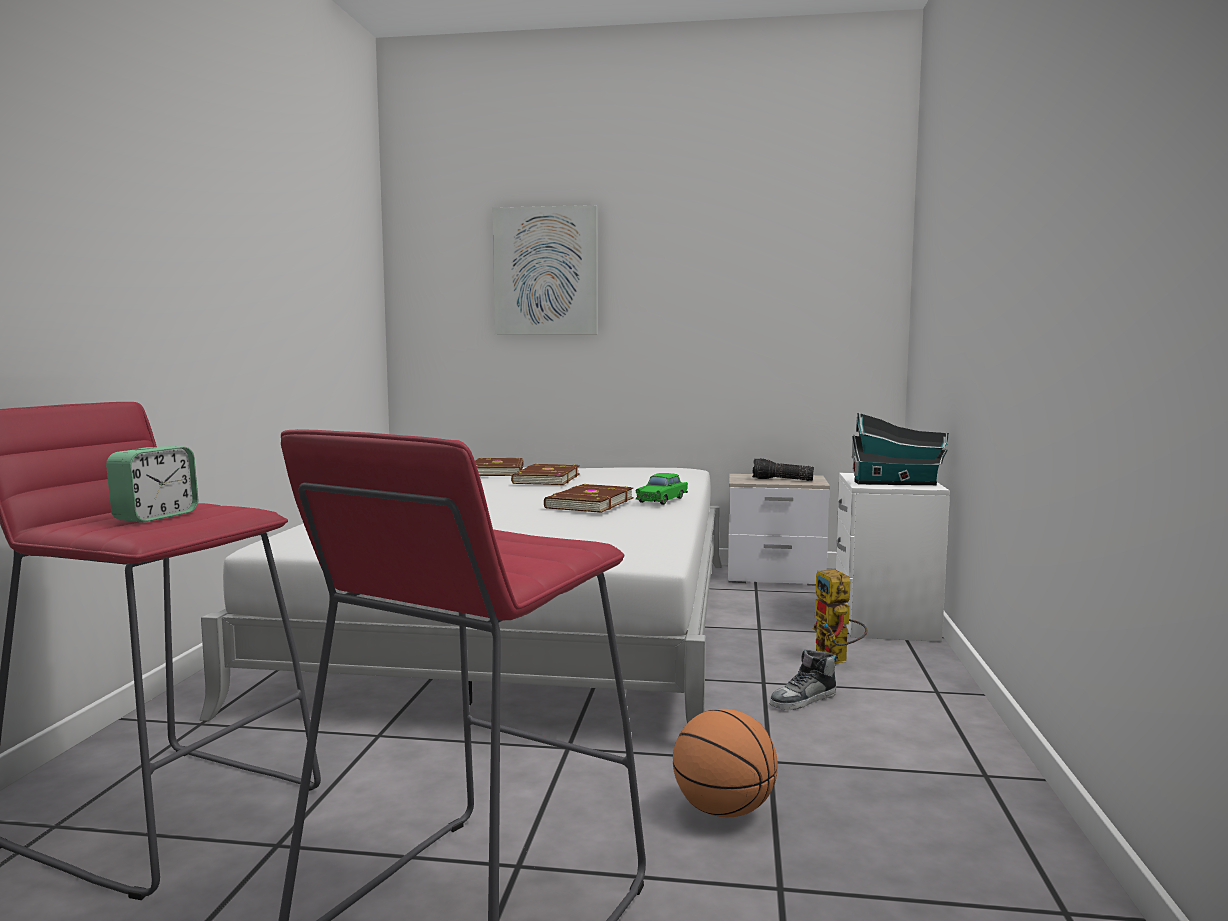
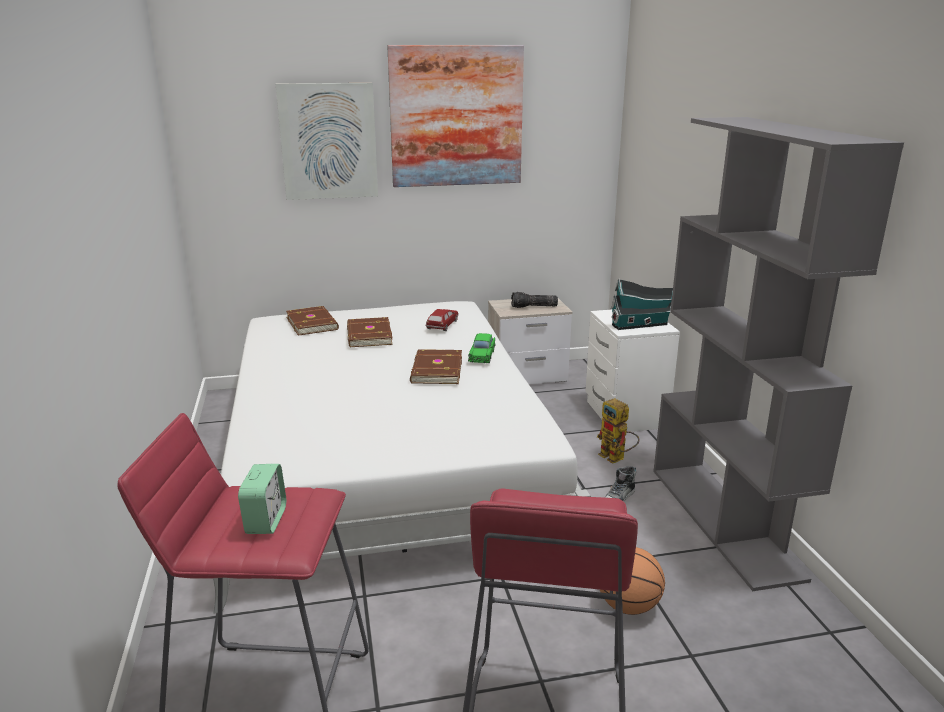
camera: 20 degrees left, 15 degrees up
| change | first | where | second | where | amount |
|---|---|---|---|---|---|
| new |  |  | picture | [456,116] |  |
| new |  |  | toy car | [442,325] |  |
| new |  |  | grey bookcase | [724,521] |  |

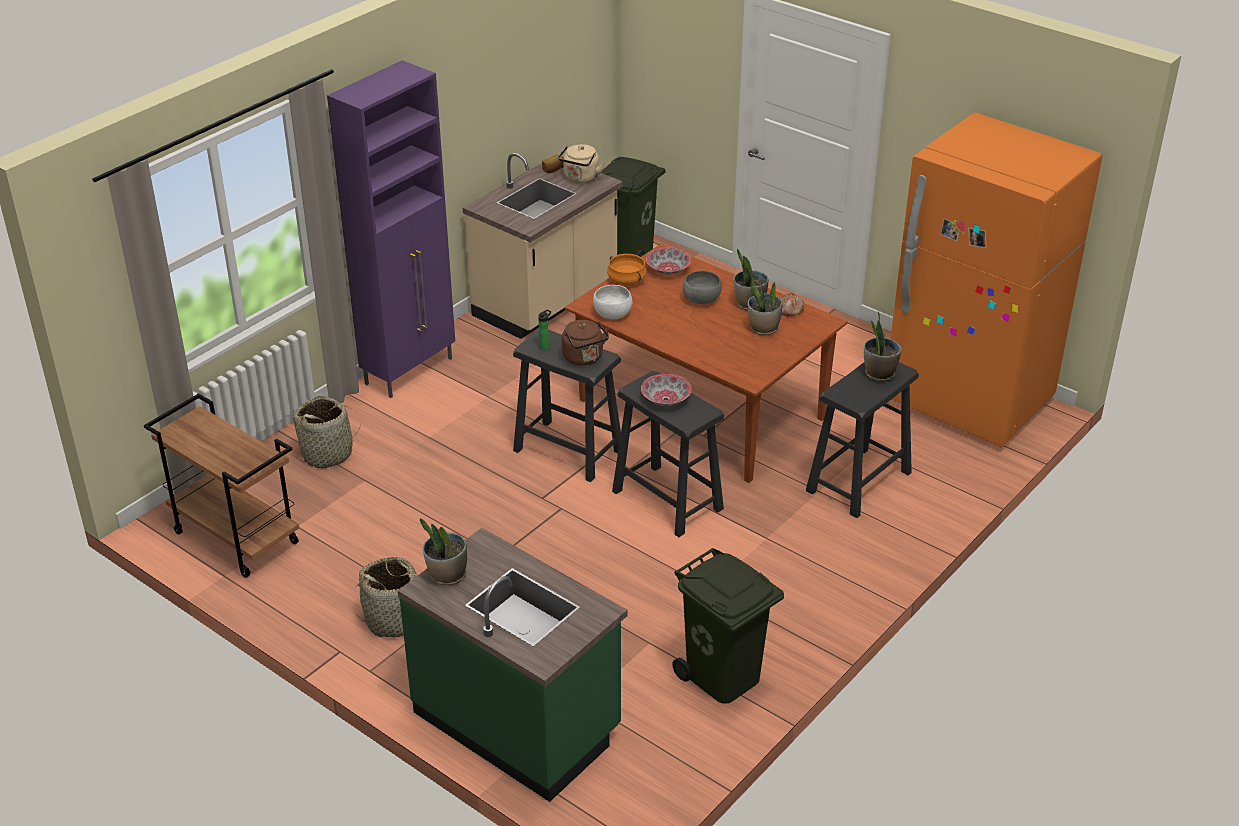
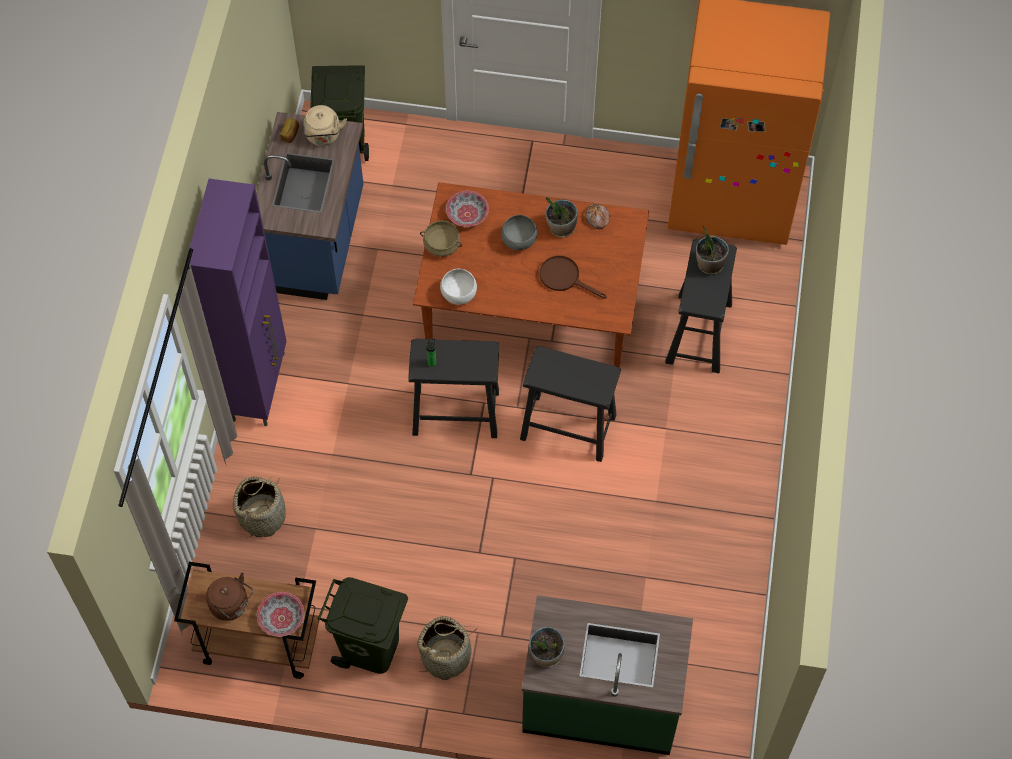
camera: 30 degrees left, 25 degrees up
| change | first | where | second | where | amount |
|---|---|---|---|---|---|
| shifted | brown kettle | [584,358] |  | [232,605] |  |
| repainted | beige counter | [546,301] | blue counter | [316,241] |  |
| shifted | bowl | [665,399] |  | [281,618] |  |
| shifted | green trash can | [722,677] |  | [370,649] |  |
| repainted | orange cooking pot | [626,280] | beige cooking pot | [441,245] |  |
| new |  |  | brown frying pan | [565,277] |  |
| gone | potted plant | [763,329] |  |  |  |

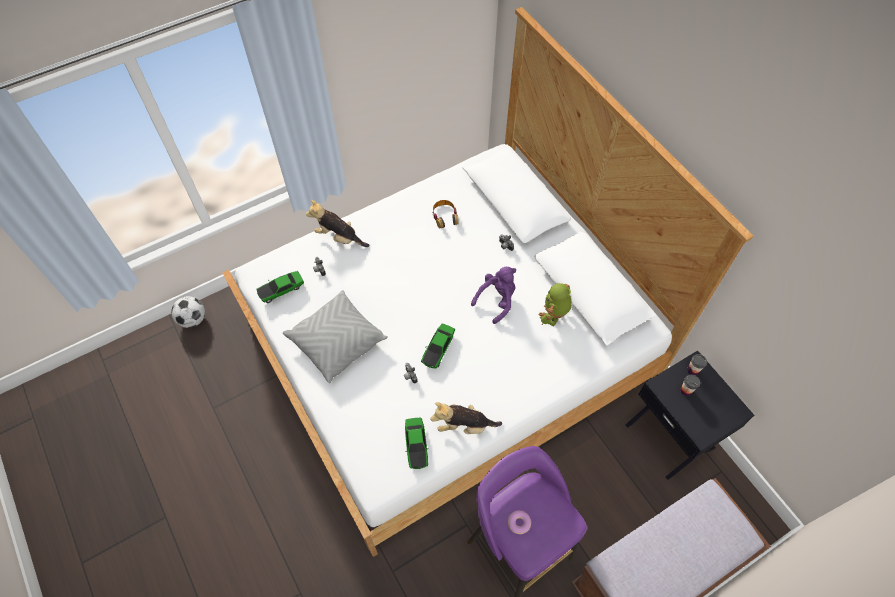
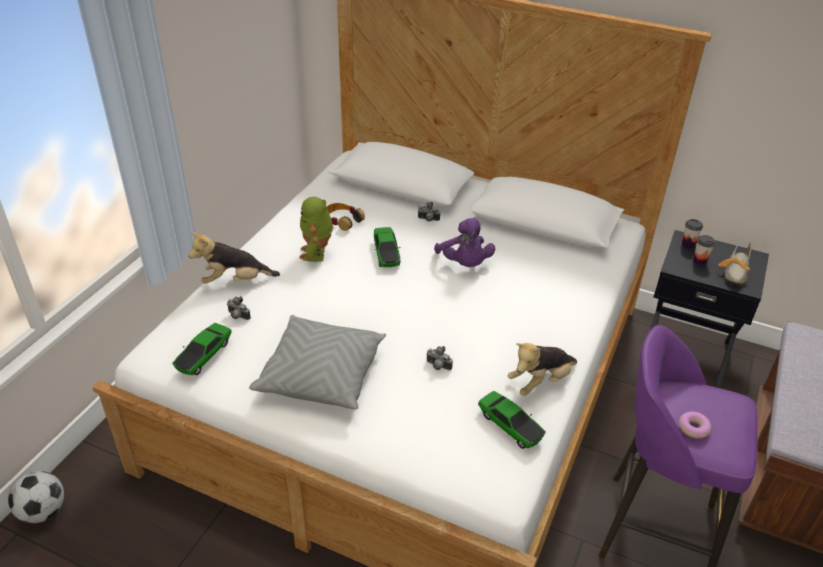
camera: 35 degrees left, 20 degrees down
| change | first | where | second | where | amount |
|---|---|---|---|---|---|
| shifted | toy robot | [553,316] |  | [317,253] |  |
| shifted | toy car | [438,349] |  | [386,253] |  |
| rotated | purple plush toy | [497,300] |  | [464,264] | 150 degrees clockwise |
| new |  |  | shoe | [735,273] |  |

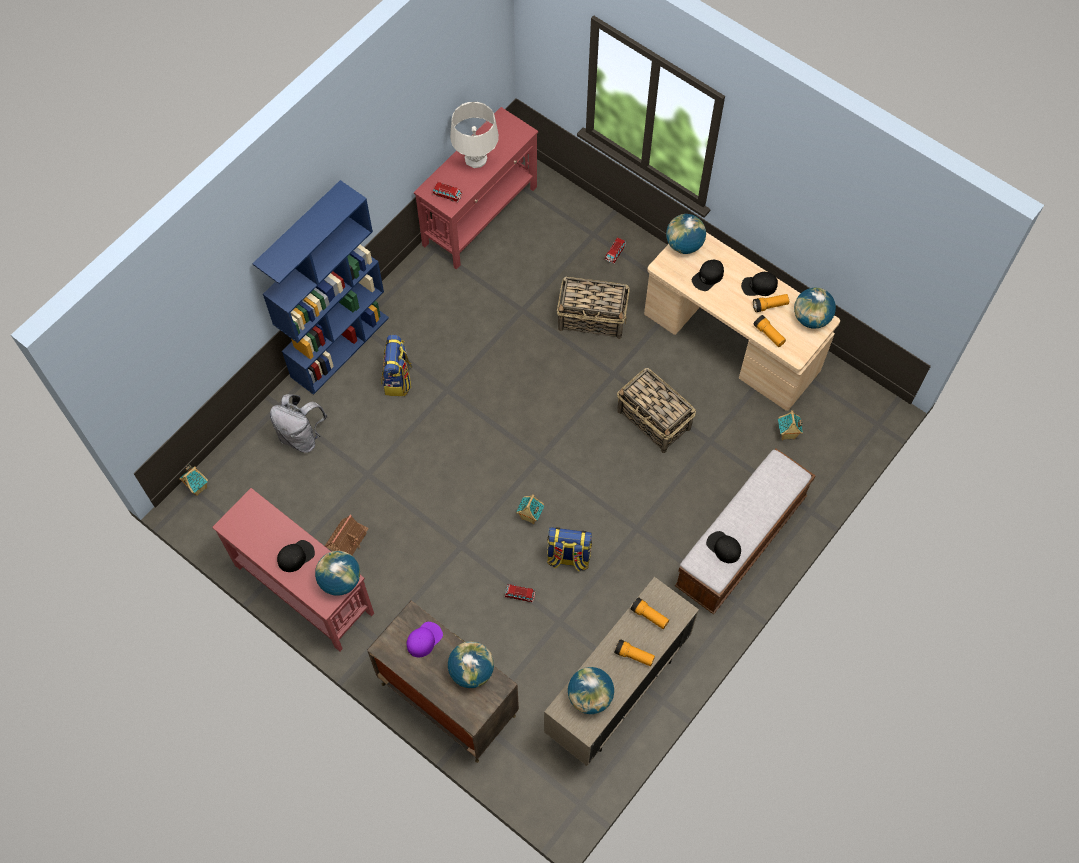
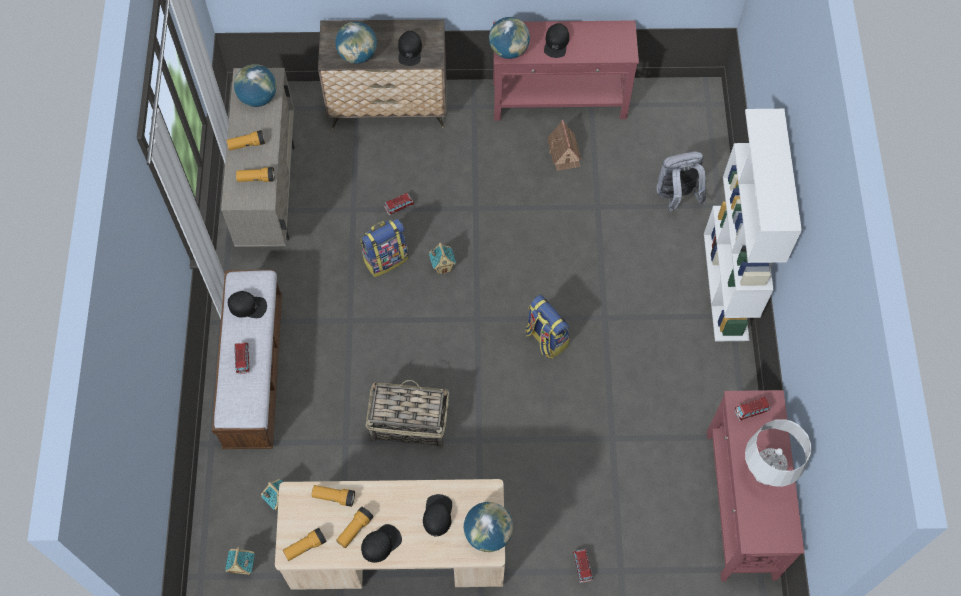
camera: 140 degrees right, 0 degrees up
| change | first | where | second | where | amount |
|---|---|---|---|---|---|
| shifted | toy house | [198,487] |  | [243,568] |  |
| new |  |  | toy car | [242,360] |  |
| swapped | globe | [811,318] | flashlight | [305,547] |  |
| repainted | purple cap | [424,639] | black cap | [410,51] |  |
| shifted | backpack | [398,379] |  | [545,338] |  |
| repainted | blue bookcase | [340,346] | white bookcase | [726,286] |  |
| gone | basket | [592,318] |  |  |  |

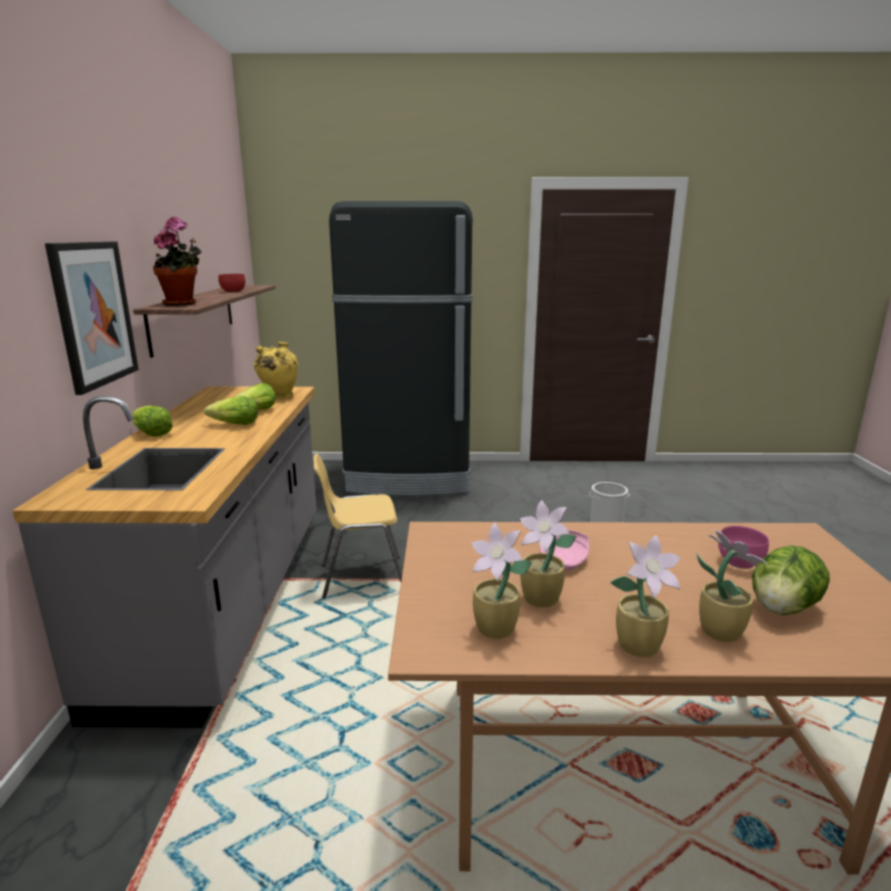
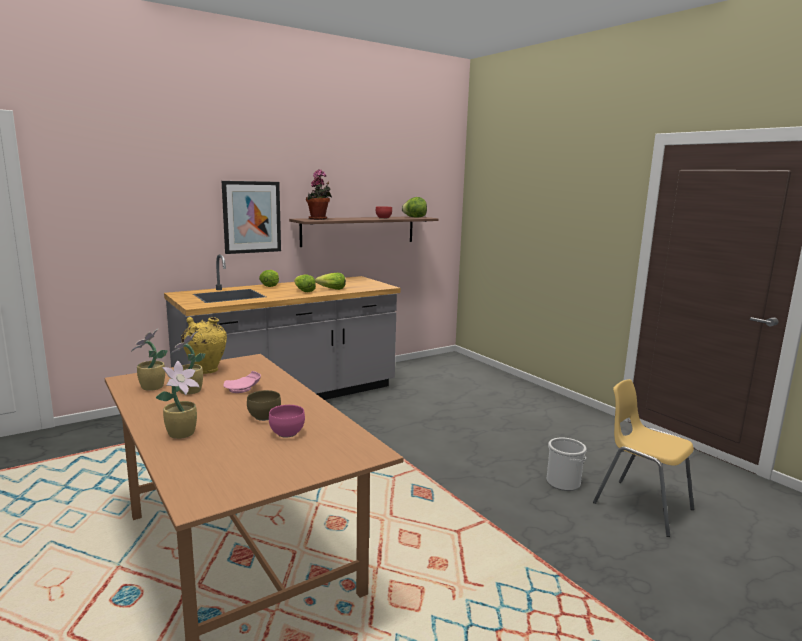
camera: 55 degrees right, 5 degrees down
| change | first | where | second | where | amount |
|---|---|---|---|---|---|
| shifted | yellow vase | [279,397] |  | [206,371] |  |
| new |  |  | brown bowl | [264,417] |  |
| shifted | lettuce | [783,608] |  | [414,217] |  |
| shifted | yellow chair | [361,577] |  | [641,506] |  |
| gone | black fridge | [410,477] |  |  |  |
| gone | potted plant | [640,646] |  |  |  |

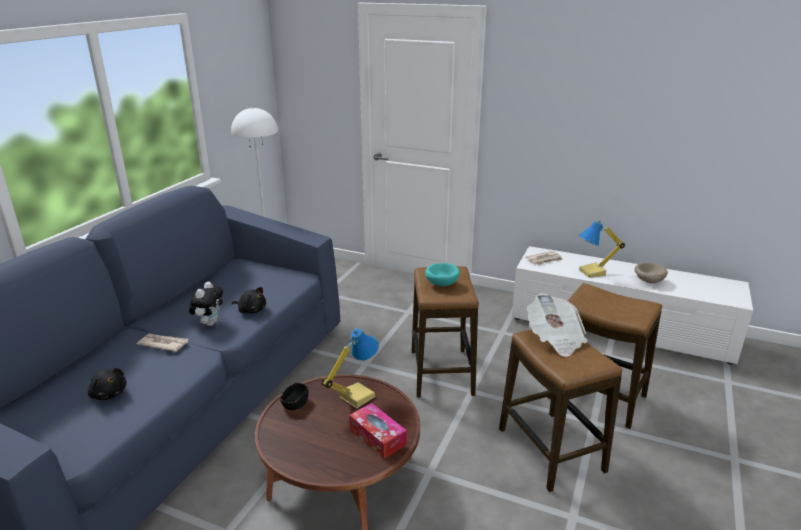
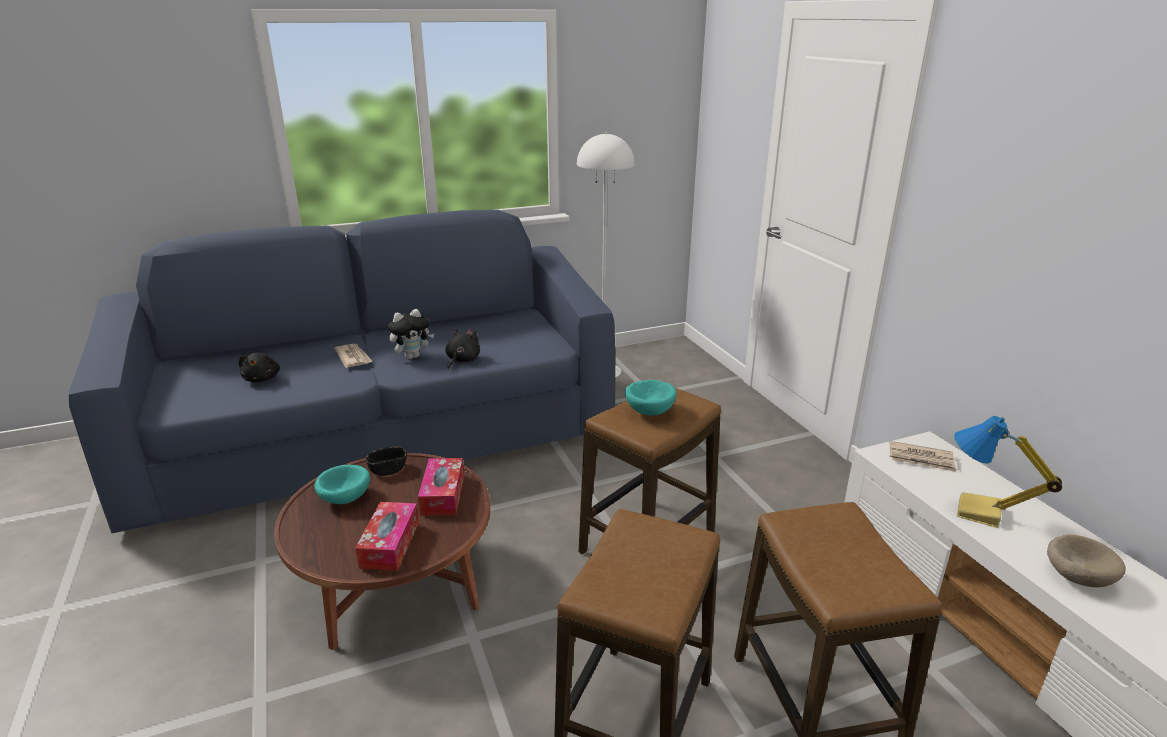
camera: 45 degrees right, 0 degrees up
| change | first | where | second | where | amount |
|---|---|---|---|---|---|
| new |  |  | turquoise bowl | [344,498] |  |
| swapped | table lamp | [356,396] | tissue box | [443,495] |  |
| rotated | black plush toy | [251,310] |  | [462,360] | 135 degrees counterclockwise |
| gone | newspaper | [555,338] |  |  |  |

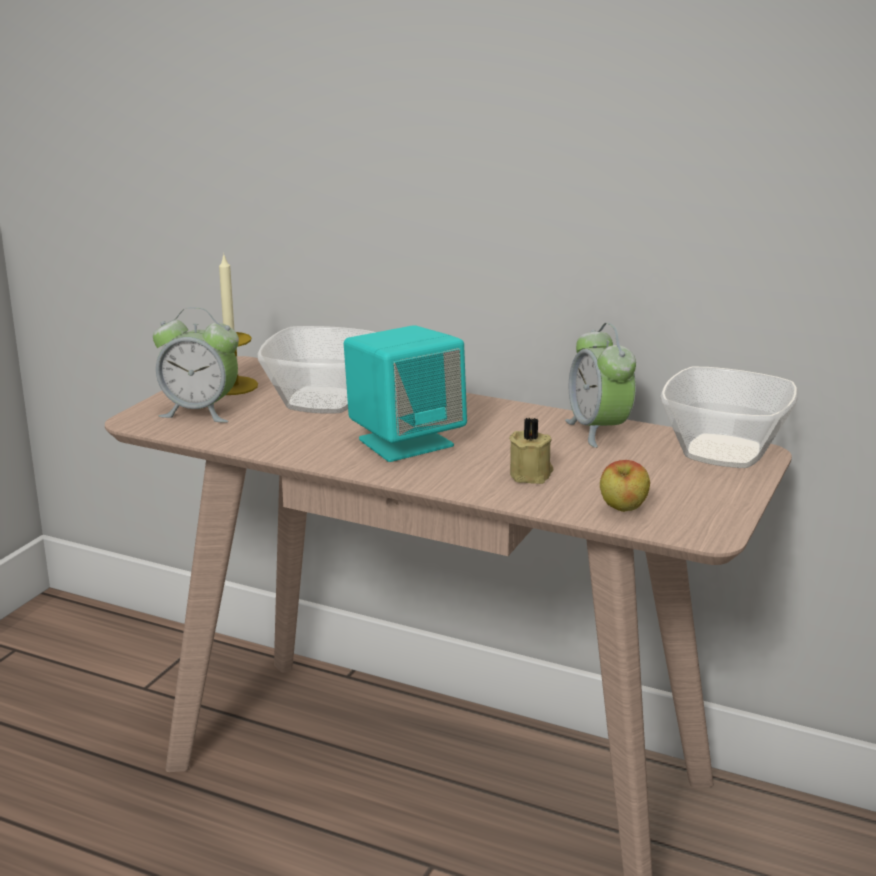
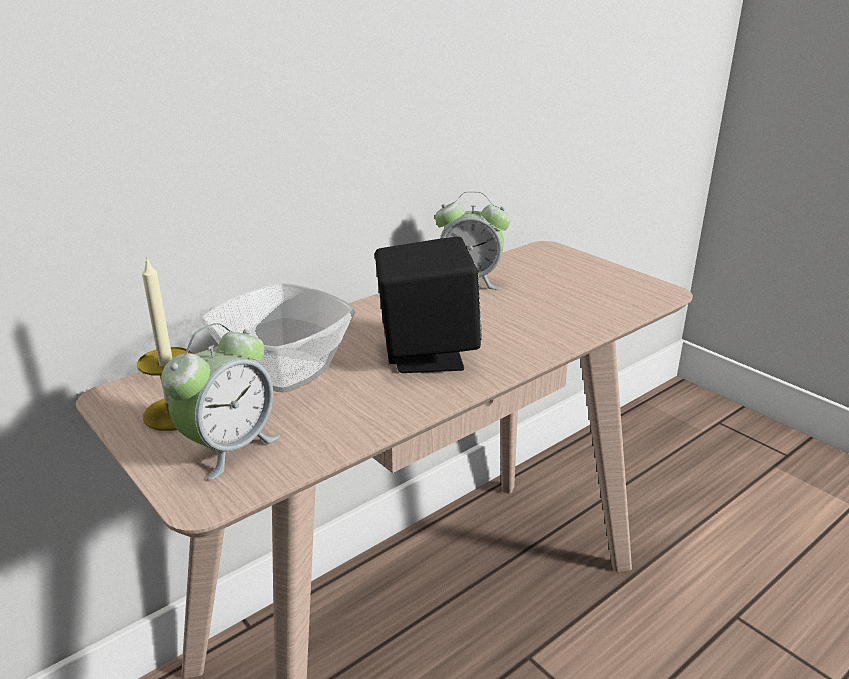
camera: 65 degrees left, 5 degrees up
| change | first | where | second | where | amount |
|---|---|---|---|---|---|
| repainted | turquoise speaker | [405,442] | black speaker | [425,354] |  |
| gone | beige candle | [532,474] |  |  |  |
| gone | apple | [623,510] |  |  |  |
| gone | bowl | [725,452] |  |  |  |

